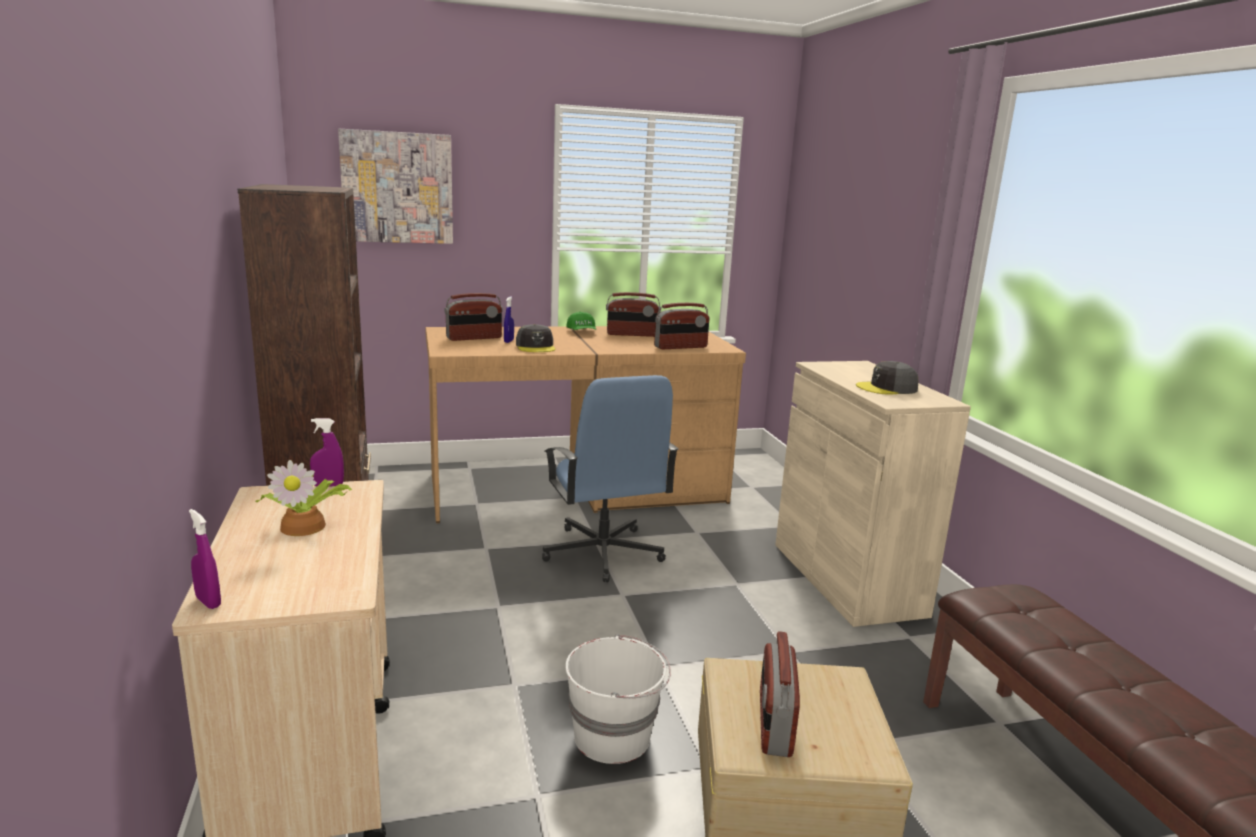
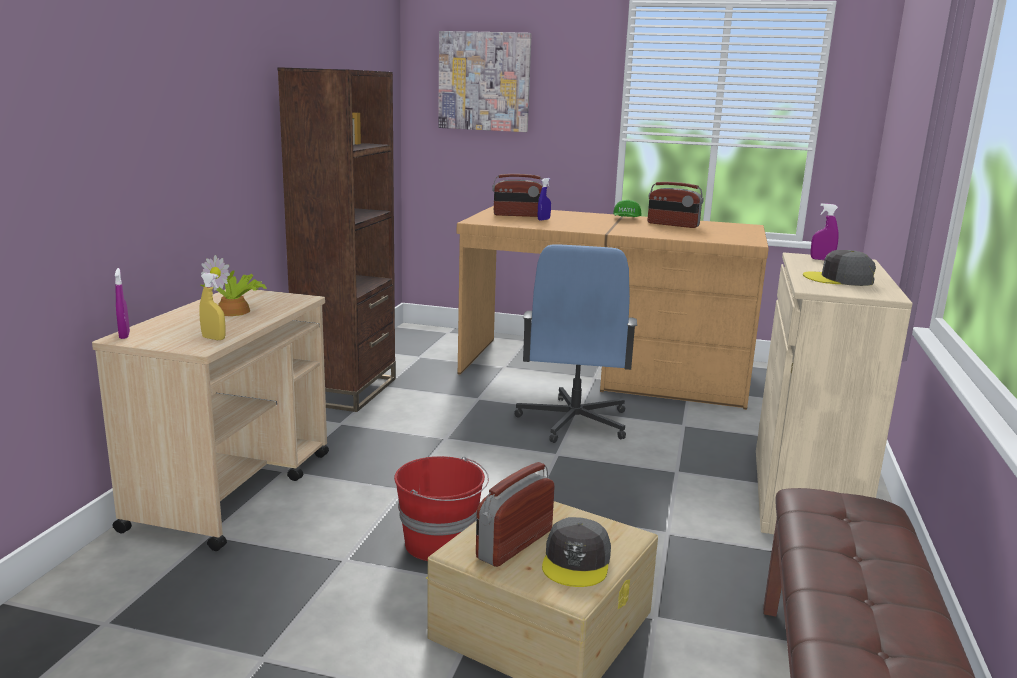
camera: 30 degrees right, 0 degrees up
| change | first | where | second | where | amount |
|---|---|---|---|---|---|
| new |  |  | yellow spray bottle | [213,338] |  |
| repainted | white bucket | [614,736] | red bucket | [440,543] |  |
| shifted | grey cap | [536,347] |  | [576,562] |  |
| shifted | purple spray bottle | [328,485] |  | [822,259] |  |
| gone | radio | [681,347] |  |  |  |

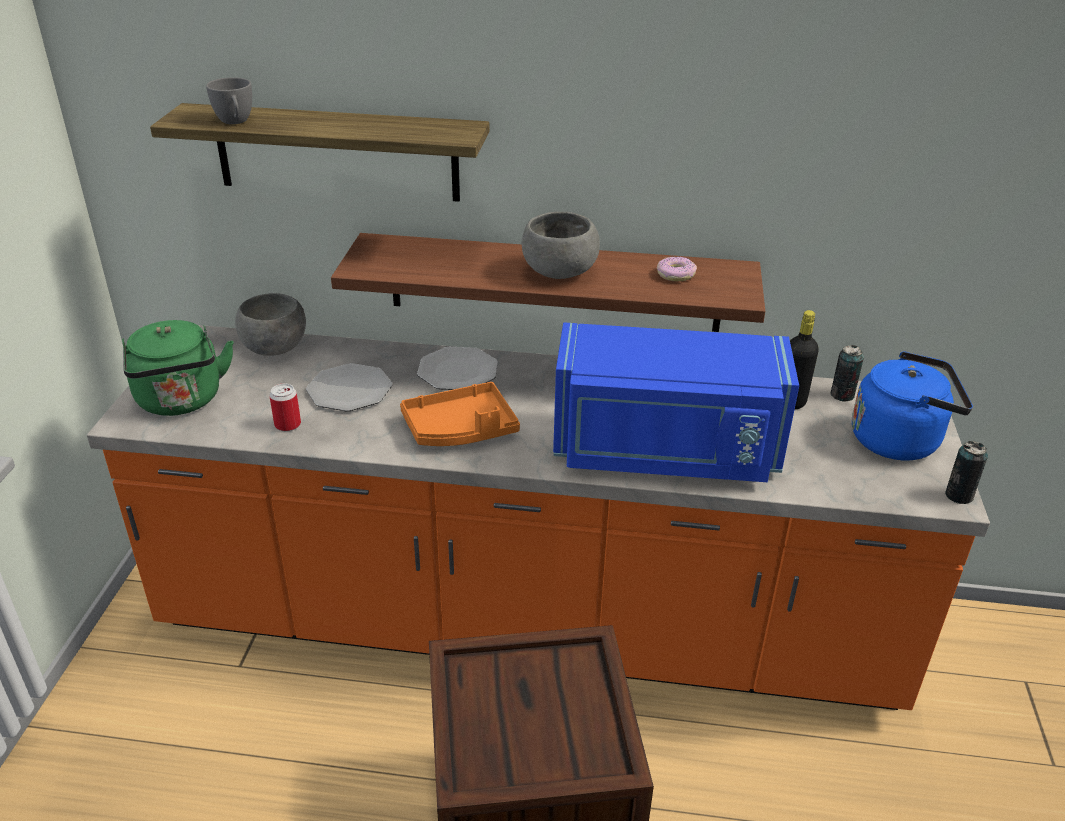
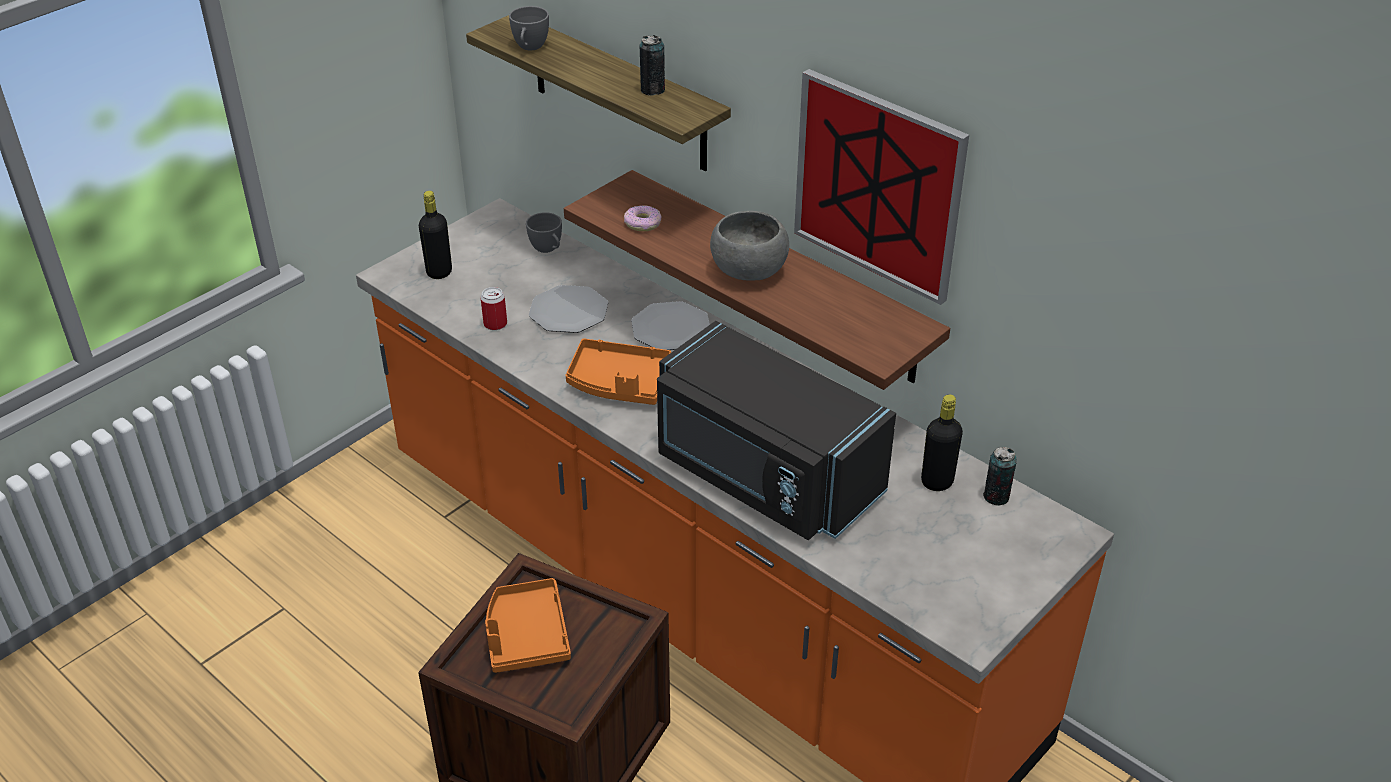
camera: 35 degrees right, 5 degrees up
| change | first | where | second | where | amount |
|---|---|---|---|---|---|
| swapped | green kettle | [181,401] | black bottle | [439,272] |  |
| new |  |  | orange tray | [526,636] |  |
| swapped | grey bowl | [275,348] | grey cup | [548,249] |  |
| shifted | donut | [675,274] |  | [642,223] |  |
| shifted | can | [958,495] |  | [652,90] |  |
| repainted | blue microwave | [665,452] | black microwave | [764,476] |  |
| new |  |  | picture | [878,185] |  |
| gone | blue kettle | [900,440] |  |  |  |

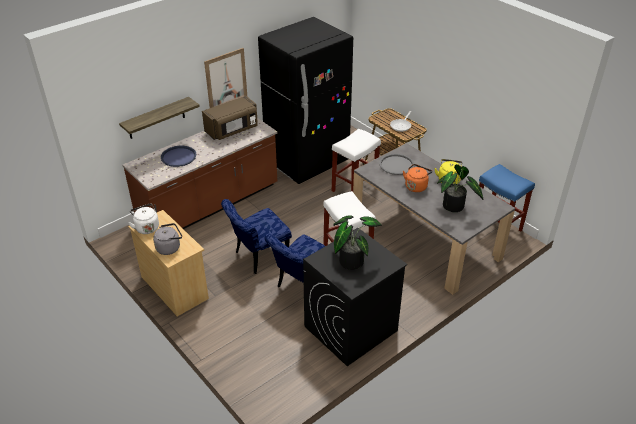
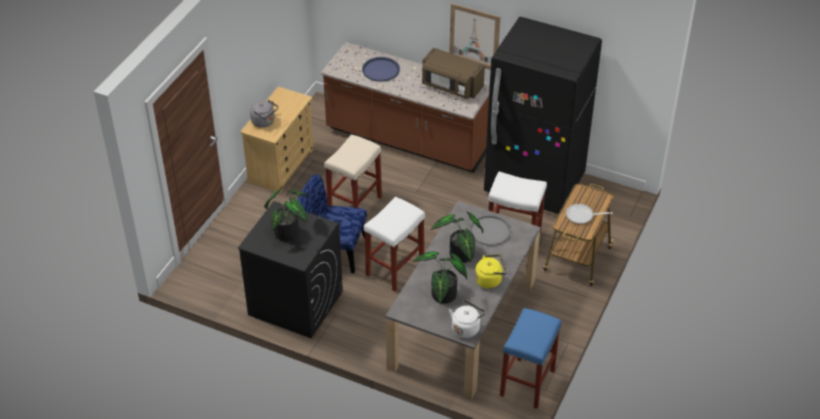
camera: 65 degrees right, 5 degrees up
| change | first | where | second | where | amount |
|---|---|---|---|---|---|
| swapped | blue chair | [258,256] | beige stool | [355,204] |  |
| swapped | orange kettle | [416,186] | potted plant | [460,256] |  |
| shifted | white kettle | [146,227] |  | [466,328] |  |
| gone | shelf | [156,118] |  |  |  |

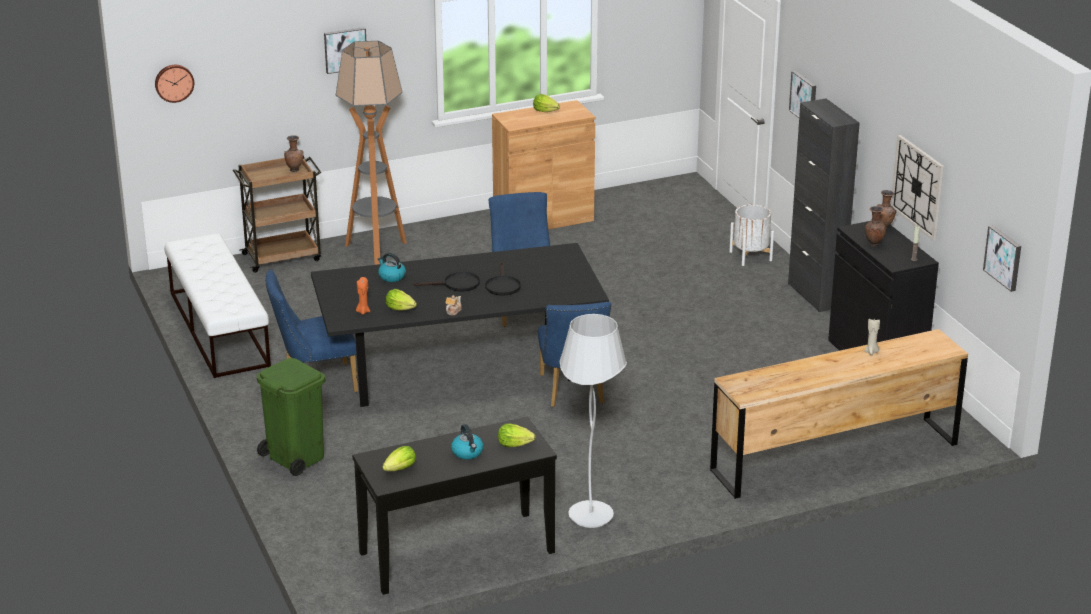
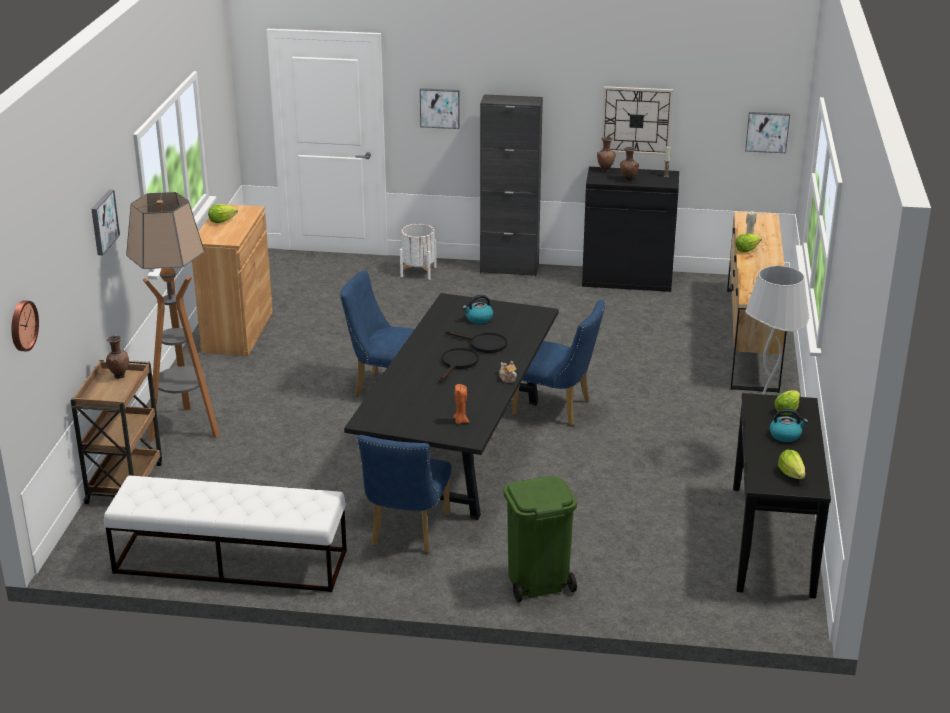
camera: 60 degrees left, 0 degrees up
| change | first | where | second | where | amount |
|---|---|---|---|---|---|
| shifted | kettle | [391,277] |  | [478,319] |  |
| shifted | lettuce | [400,308] |  | [746,250] |  |

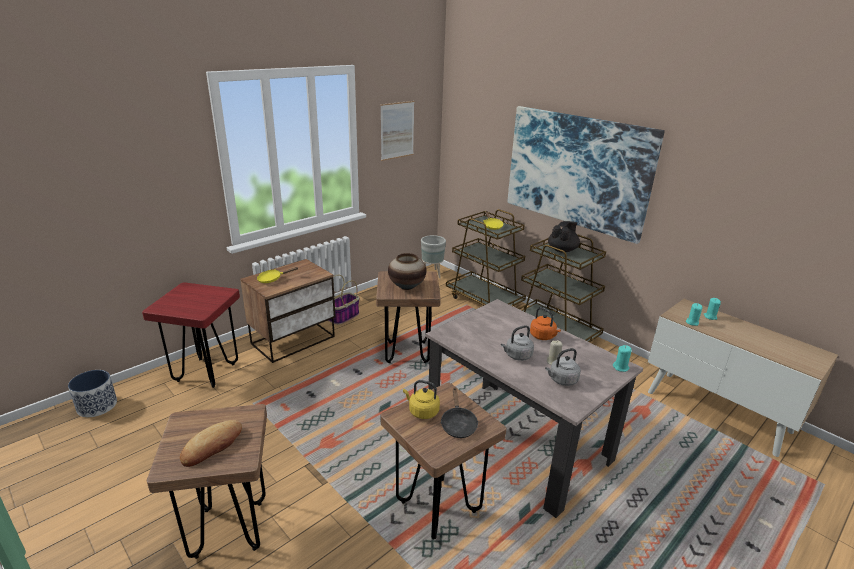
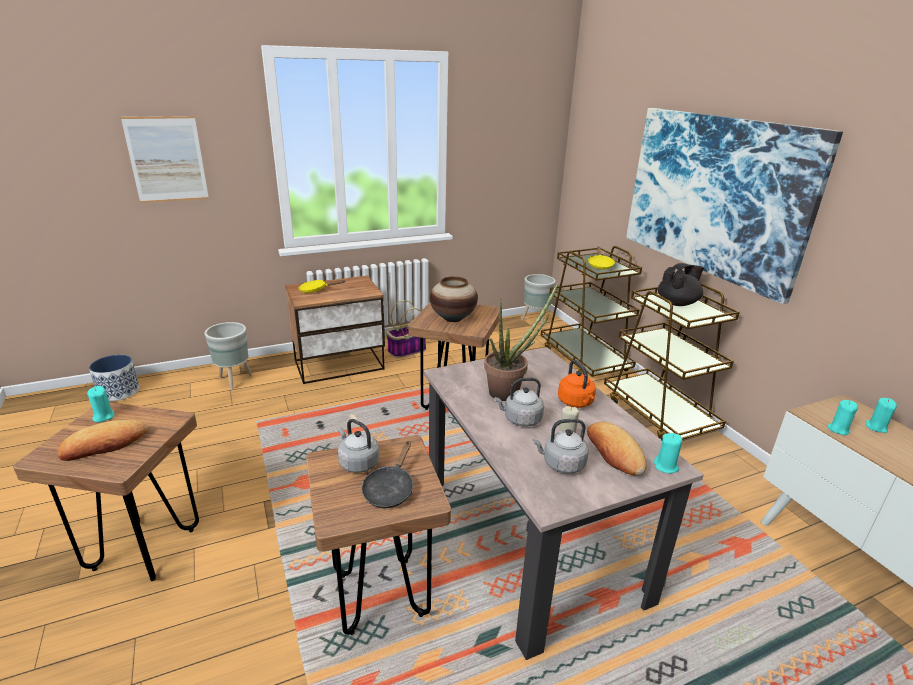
camera: 20 degrees right, 0 degrees up
| change | first | where | second | where | amount |
|---|---|---|---|---|---|
| new |  |  | turquoise candle | [103,416] |  |
| shifted | picture | [397,130] |  | [167,159] |  |
| swapped | red stool | [206,372] | grey planter | [234,380] |  |
| repainted | yellow kettle | [422,411] | grey kettle | [357,462] |  |
| new |  |  | potted plant | [509,391] |  |
| new |  |  | bread | [614,453] |  |

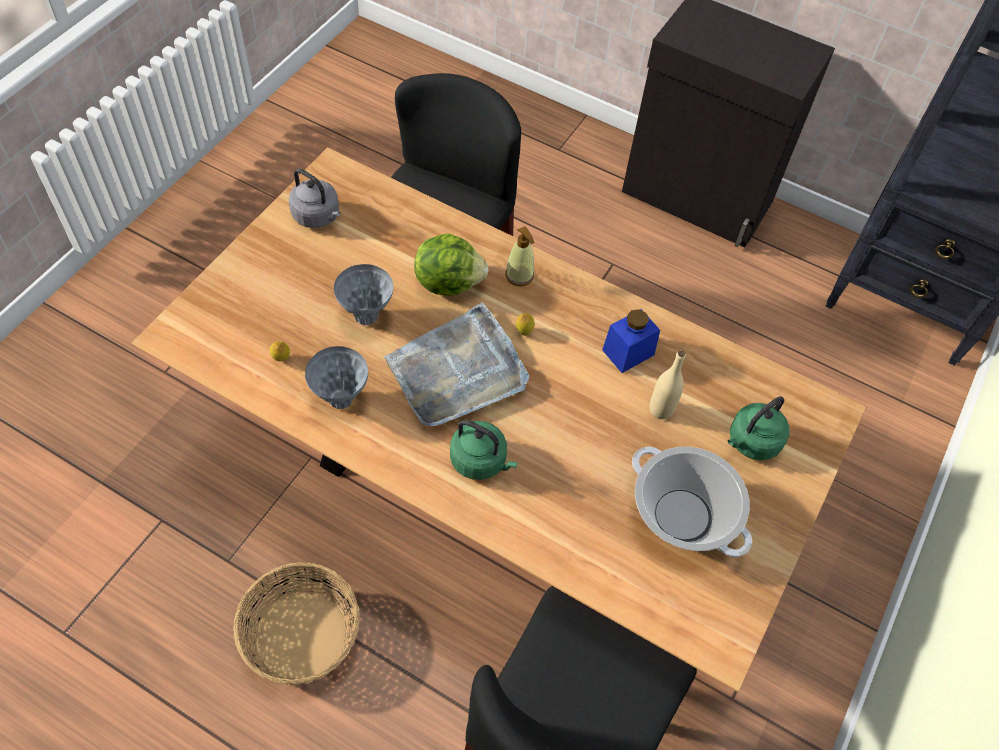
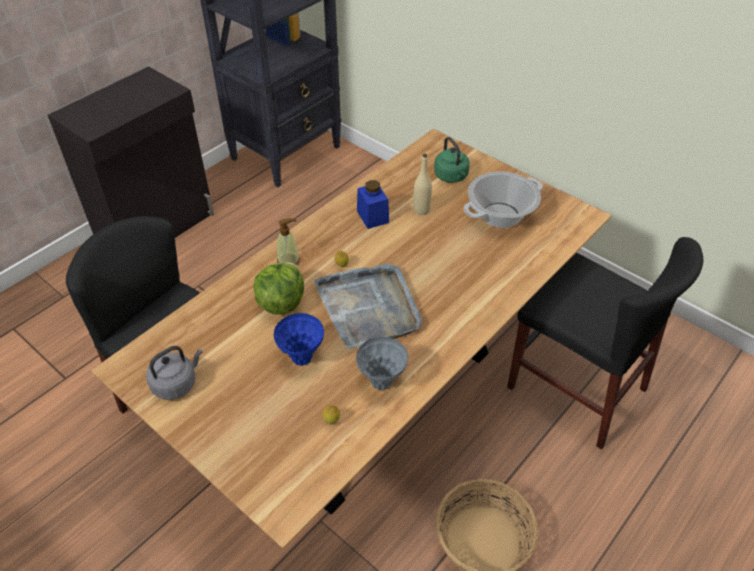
camera: 75 degrees left, 10 degrees down
| change | first | where | second | where | amount |
|---|---|---|---|---|---|
| repainted | grey vase | [366,316] | blue vase | [301,358] |  |
| gone | green kettle | [481,461] |  |  |  |

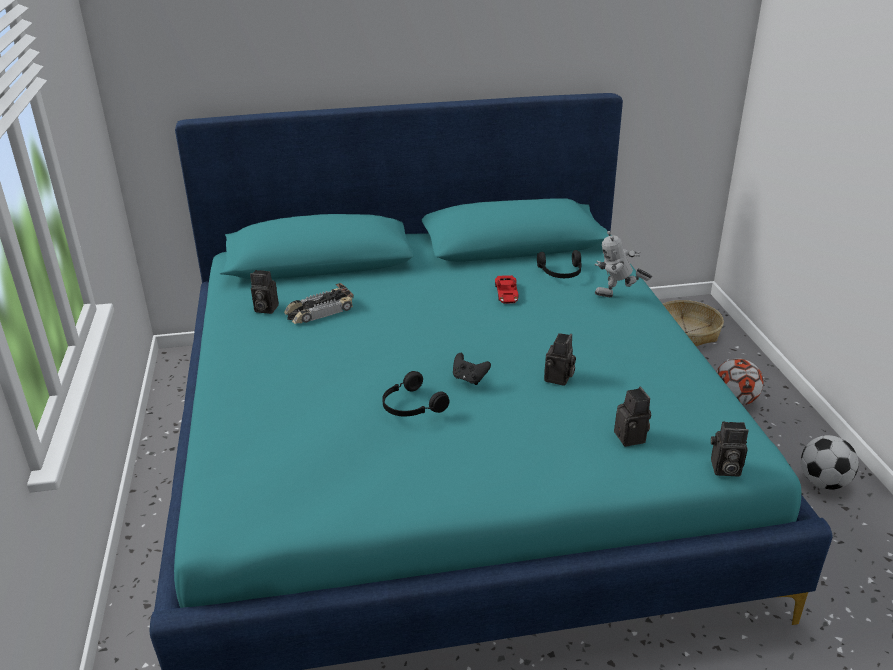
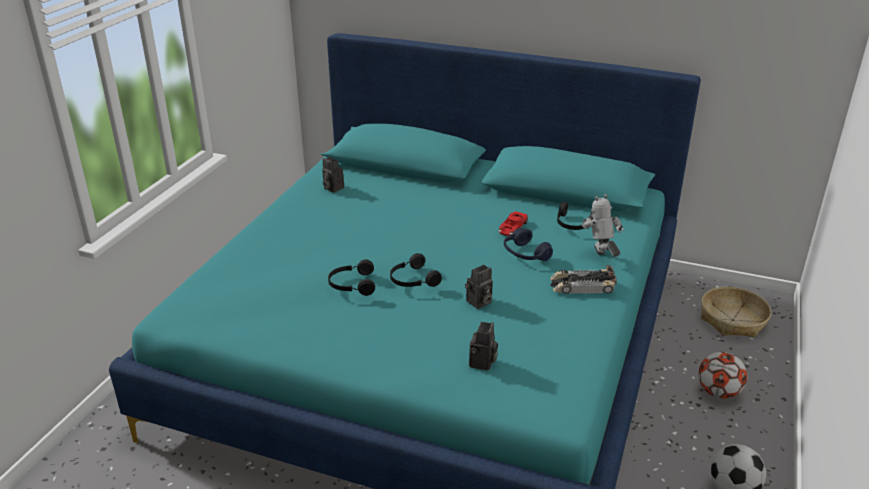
camera: 30 degrees right, 0 degrees up
| change | first | where | second | where | amount |
|---|---|---|---|---|---|
| swapped | black game controller | [469,379] | black headphones | [412,280] |  |
| new |  |  | blue headphones | [525,254] |  |
| shifted | toy car | [319,311] |  | [581,286] |  |
| rotated | toy robot | [618,297] |  | [600,258] | 45 degrees clockwise |
| gone | photo camera | [724,469] |  |  |  |

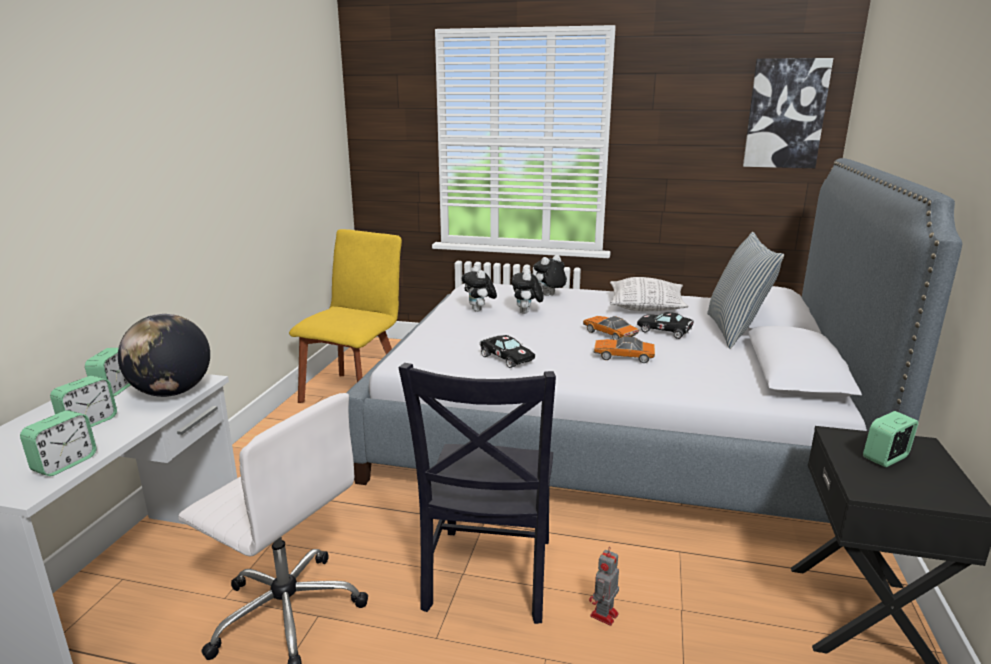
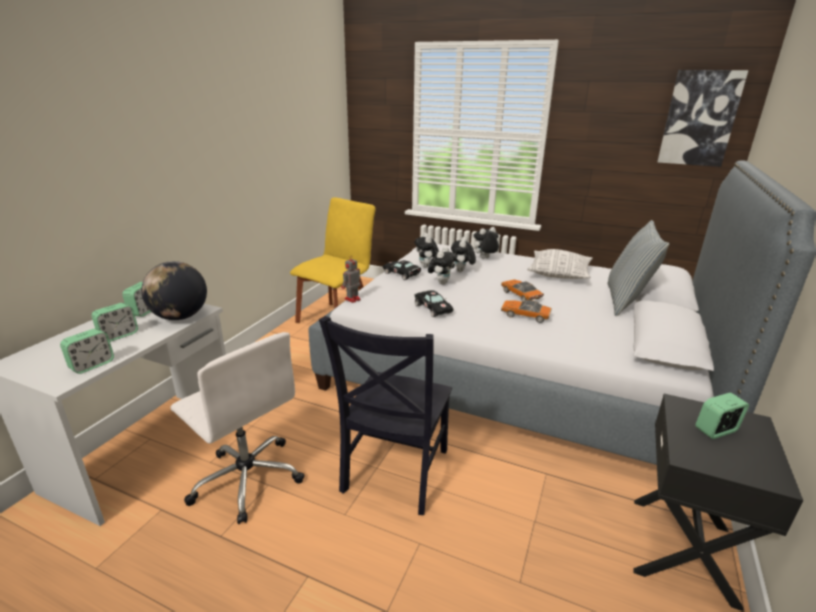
camera: 10 degrees right, 5 degrees up
| change | first | where | second | where | amount |
|---|---|---|---|---|---|
| shifted | toy robot | [603,616] |  | [352,299] |  |
| shifted | black toy car | [666,332] |  | [402,274] |  |
| new |  |  | plush toy | [441,282] |  |

